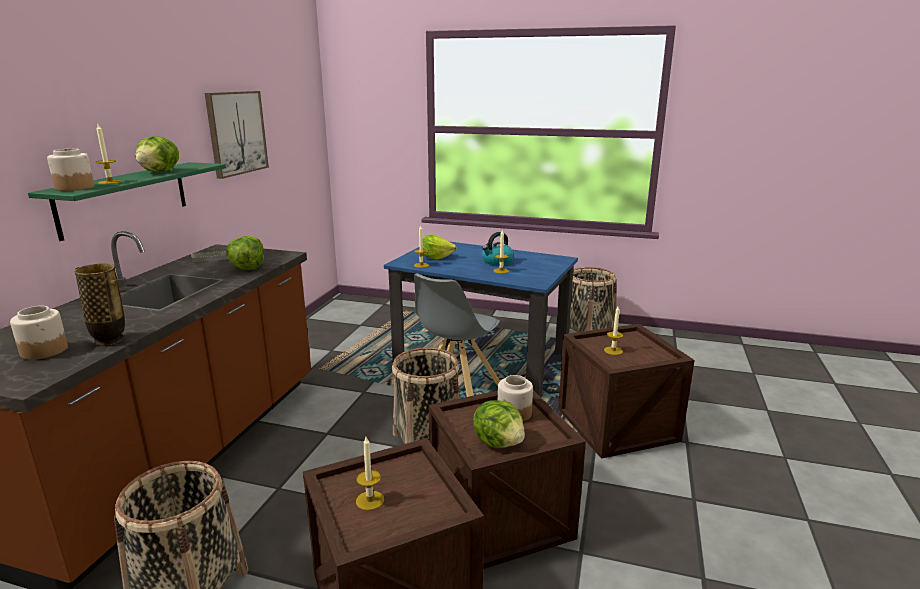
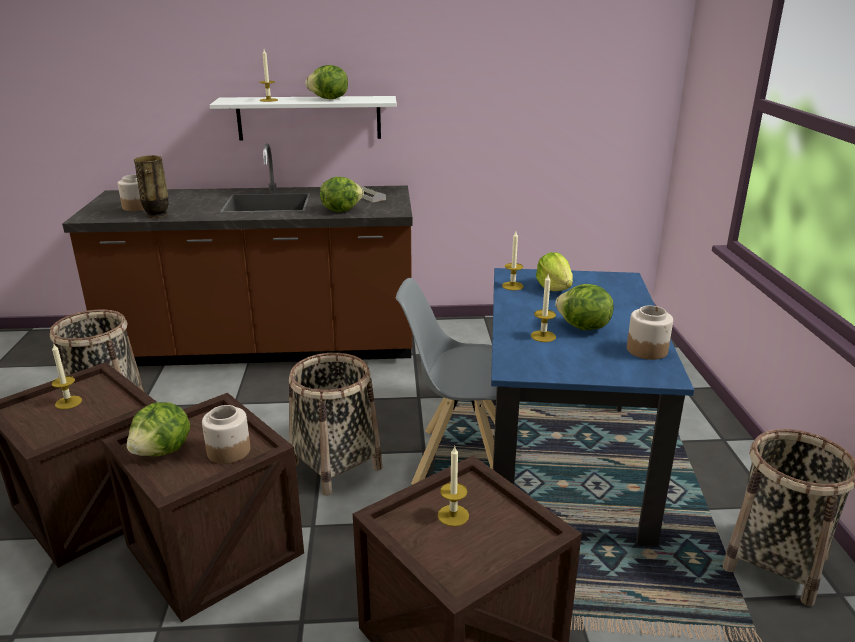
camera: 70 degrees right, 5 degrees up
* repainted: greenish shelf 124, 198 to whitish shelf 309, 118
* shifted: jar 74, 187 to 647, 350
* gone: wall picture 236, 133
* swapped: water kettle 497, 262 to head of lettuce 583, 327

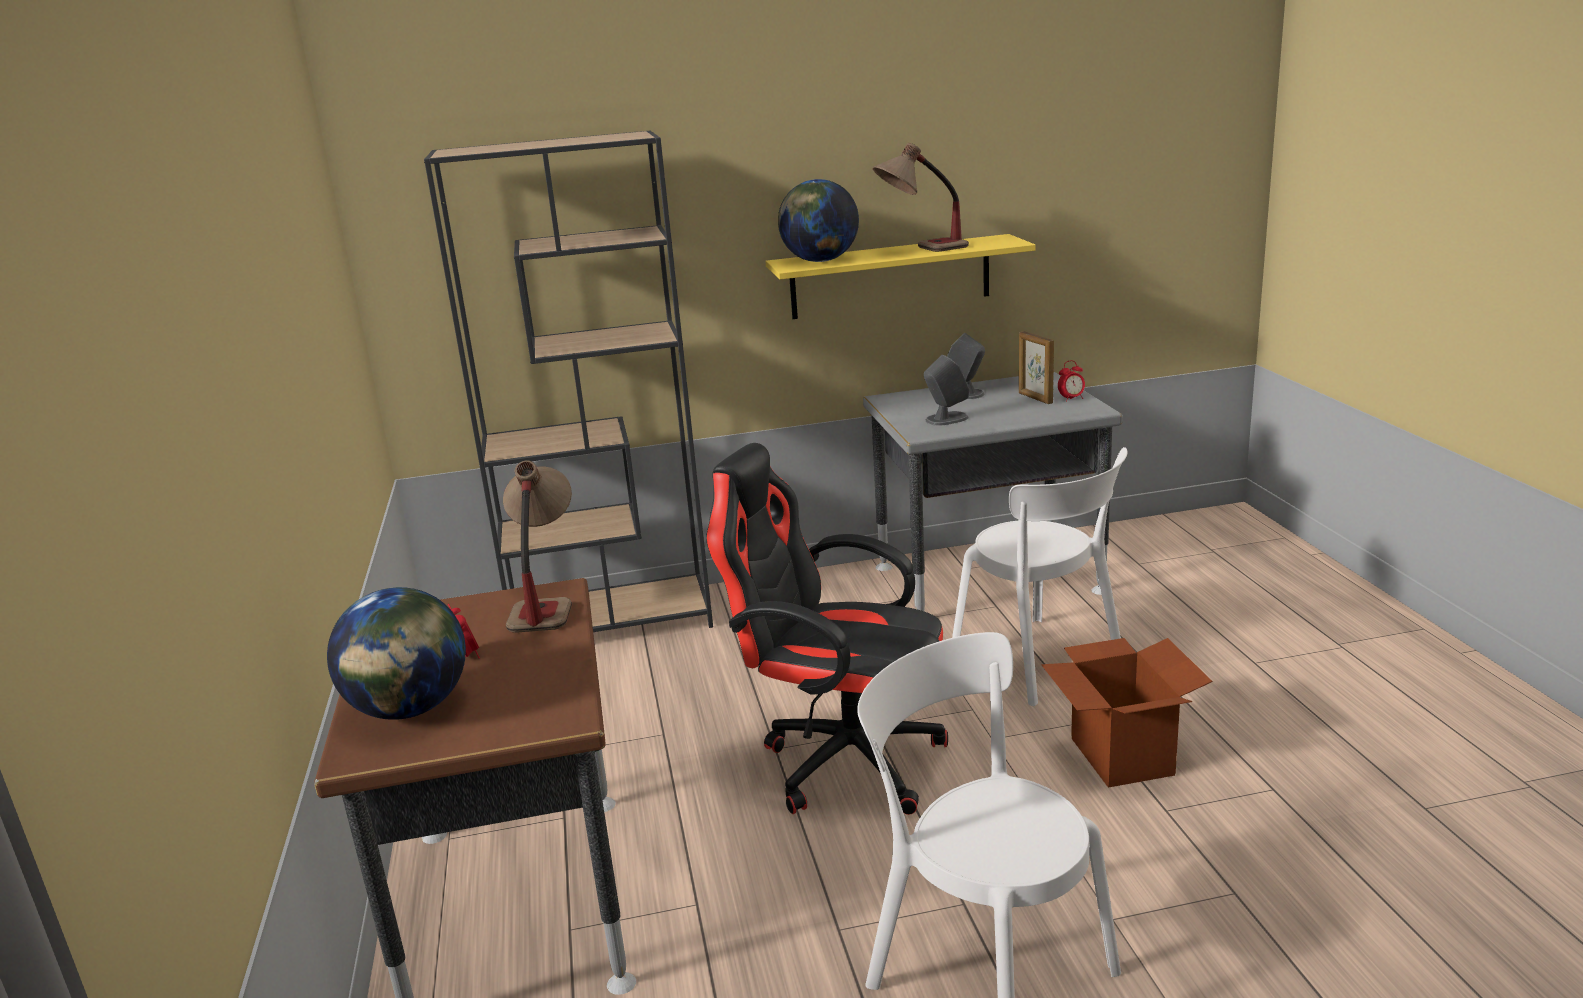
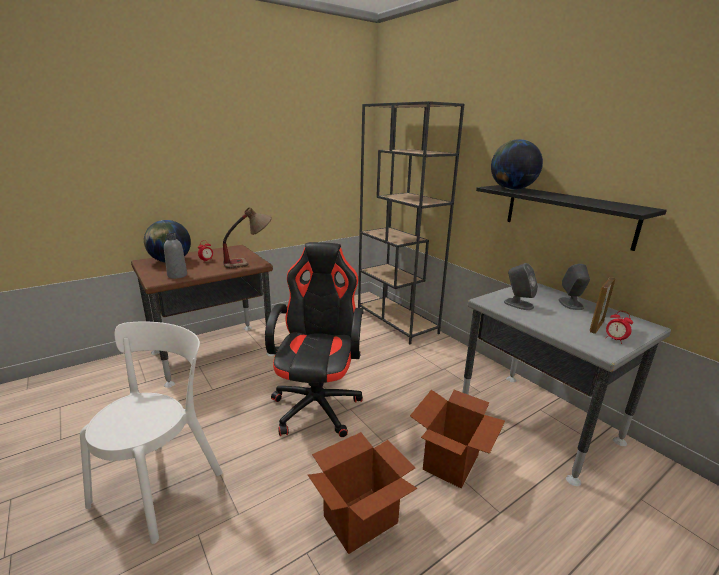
camera: 65 degrees right, 0 degrees up
* repainted: yellow shelf 890, 277 to blackish shelf 567, 215
* gone: lamp for a table 921, 250
* swapped: whitish plain chair 1041, 662 to packing box 451, 462
* new: greyish beverage bottle 177, 275

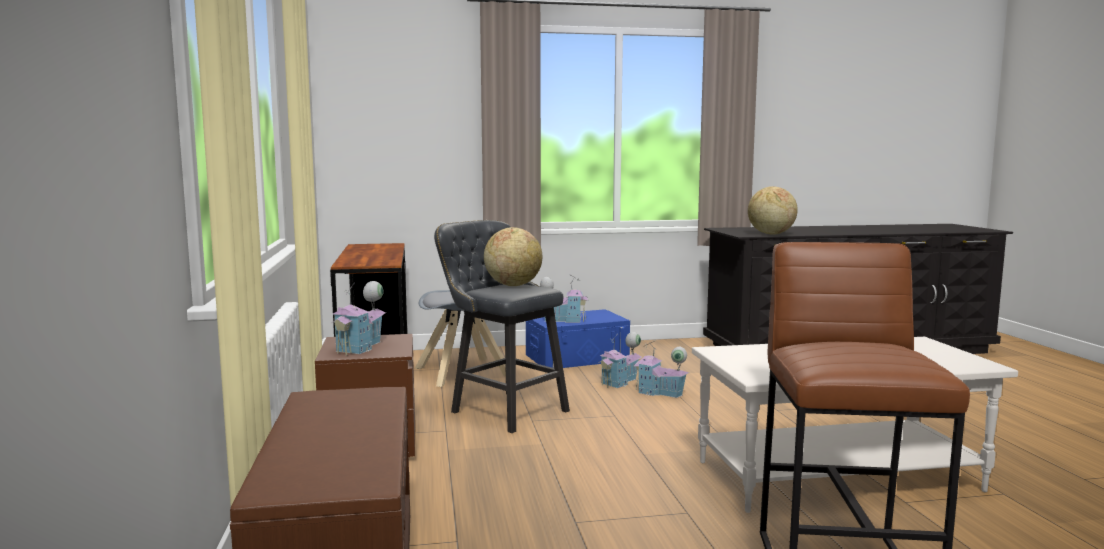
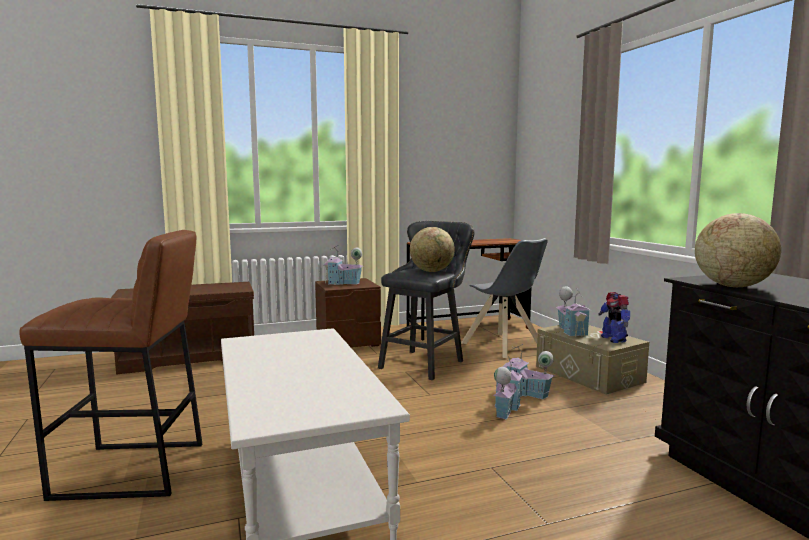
camera: 80 degrees right, 0 degrees up
* repainted: blue-coloured storage box 577, 357 to sand-coloured storage box 589, 374
* new: model robot 614, 339

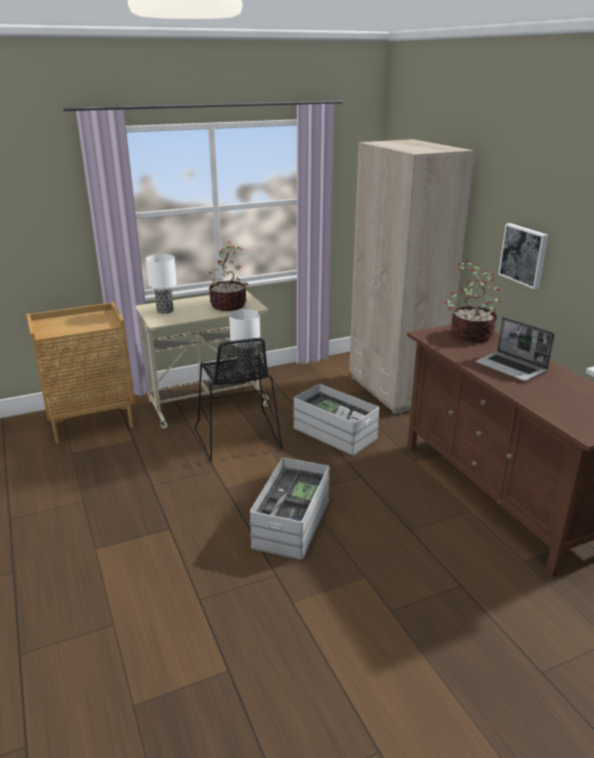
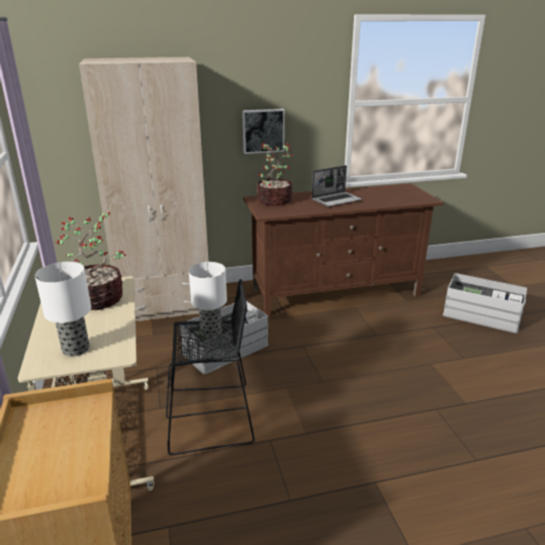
camera: 80 degrees left, 0 degrees up
* shifted: greyish storage box 292, 523 to 481, 315

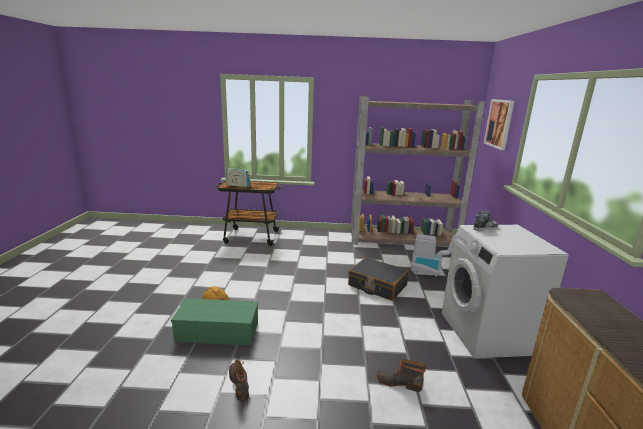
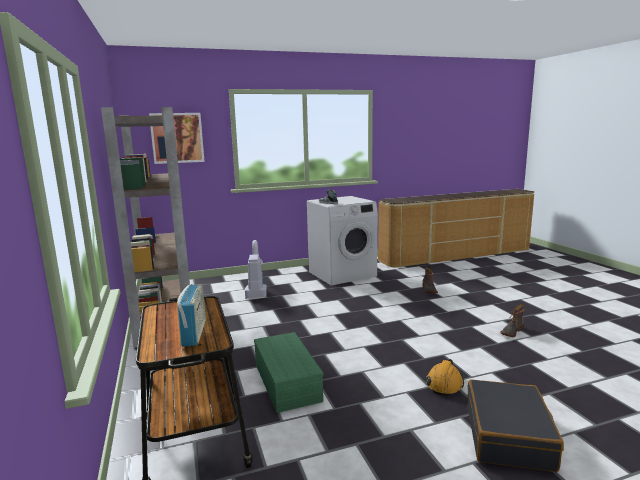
camera: 110 degrees left, 5 degrees down
* shifted: greenish storage box 219, 331 to 285, 381
* shifted: blackish suitcase 377, 285 to 508, 436

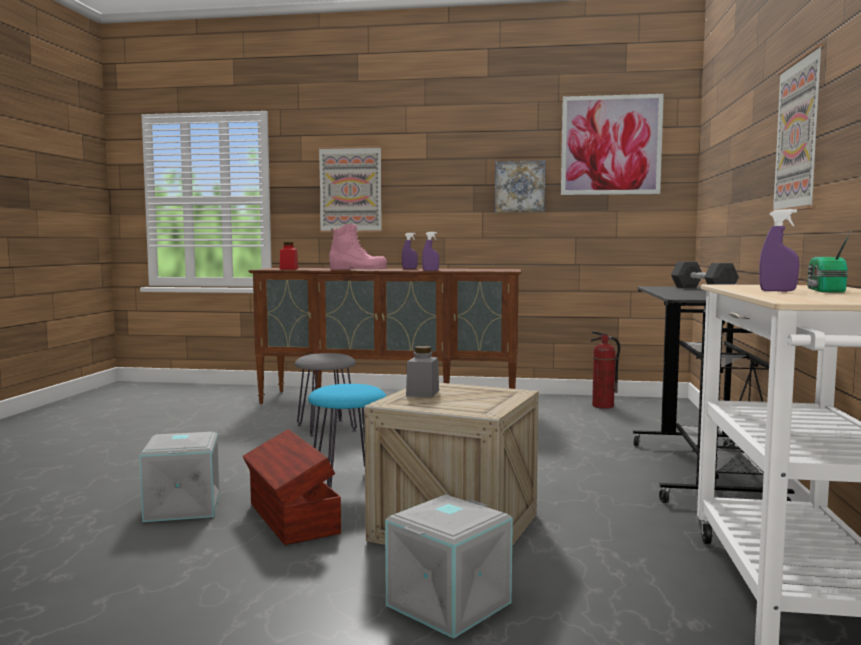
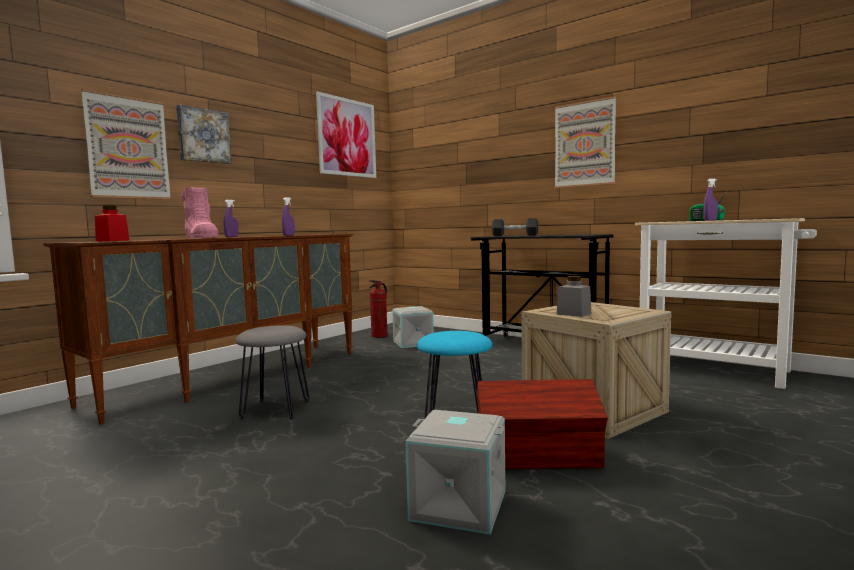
camera: 60 degrees left, 0 degrees up
* rotated: pink-coloured high-top boot 358, 269 = 201, 238 105 degrees clockwise
* shifted: greyish storage box 449, 605 to 414, 343
* shifted: wall picture 520, 187 to 203, 136

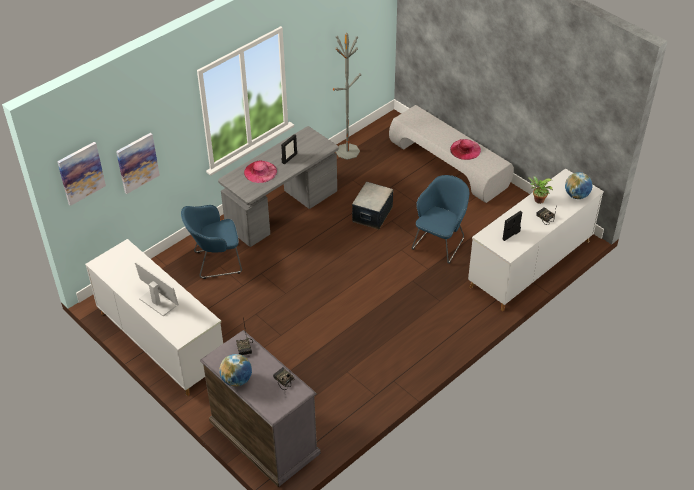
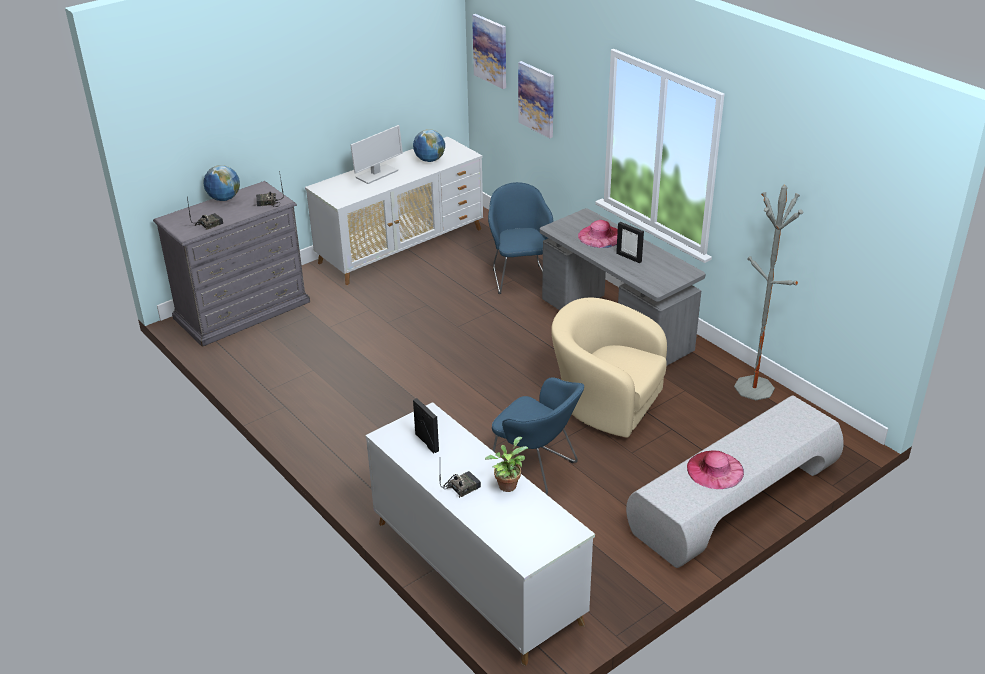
camera: 95 degrees right, 10 degrees down
* swapped: storage box 372, 214 to sand-coloured easy chair 605, 405
* shifted: globe 576, 195 to 429, 160

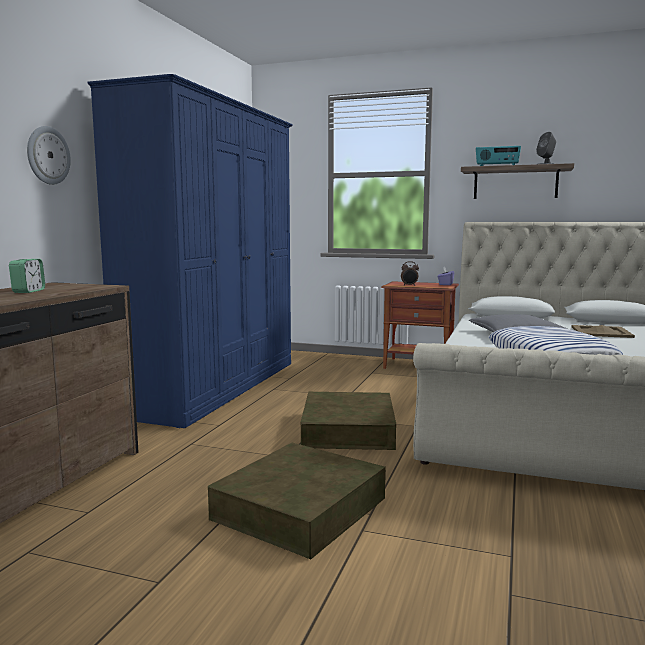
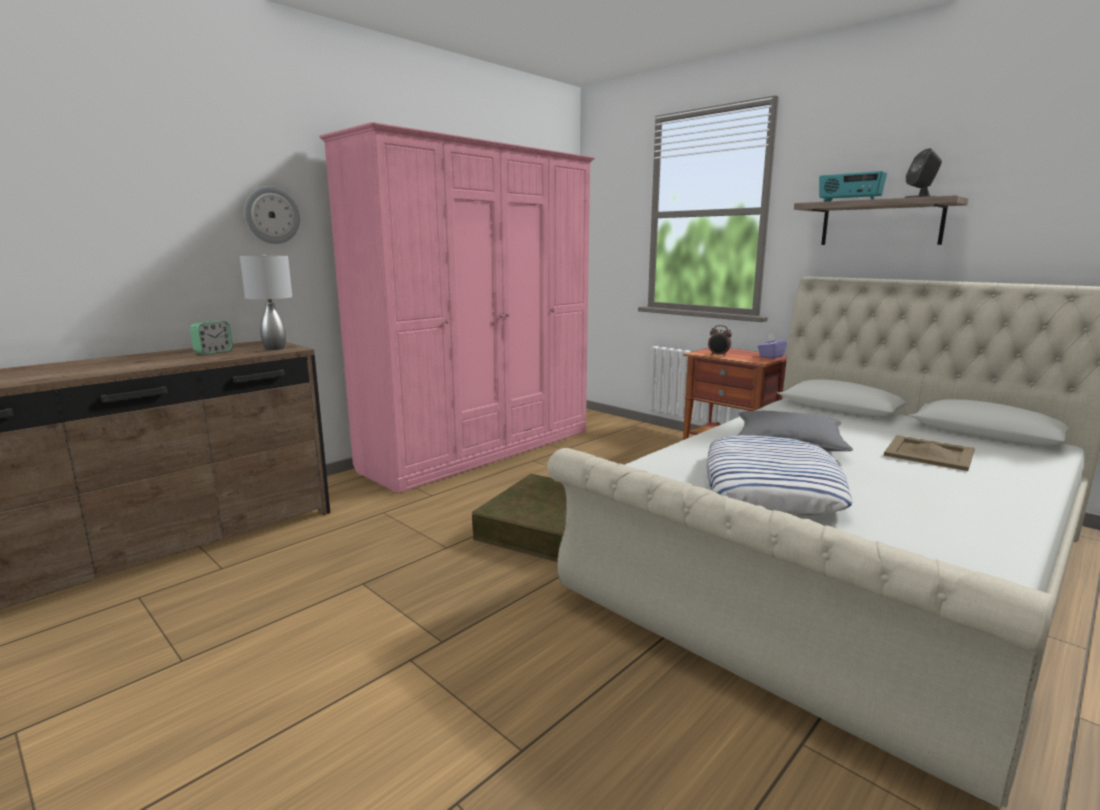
camera: 25 degrees right, 5 degrees up
* repainted: blue-coloured armoire 217, 387 to pink-coloured armoire 482, 449
* gone: brown-coloured storage box 300, 508
* new: greyish lamp for a table 274, 348

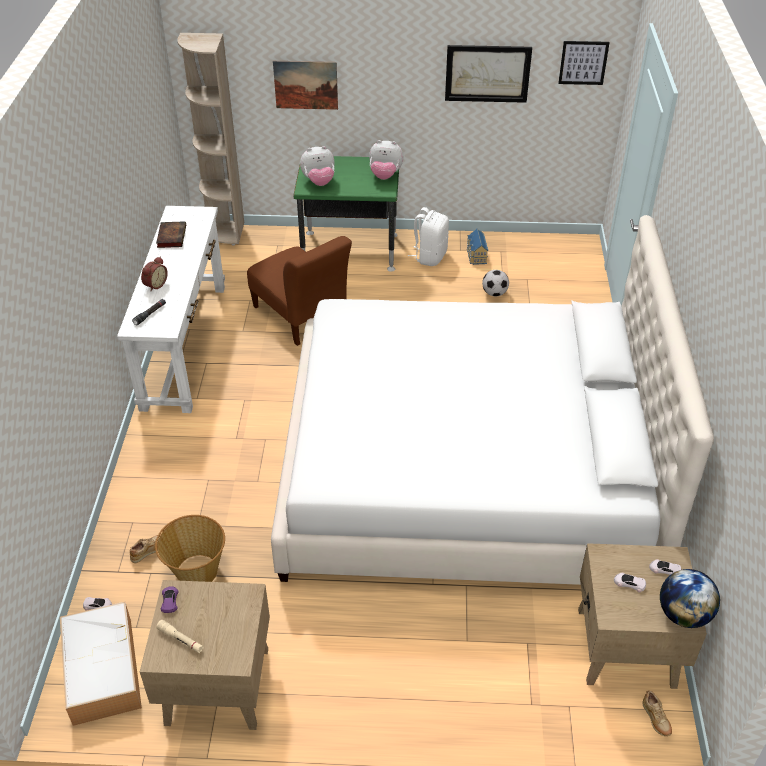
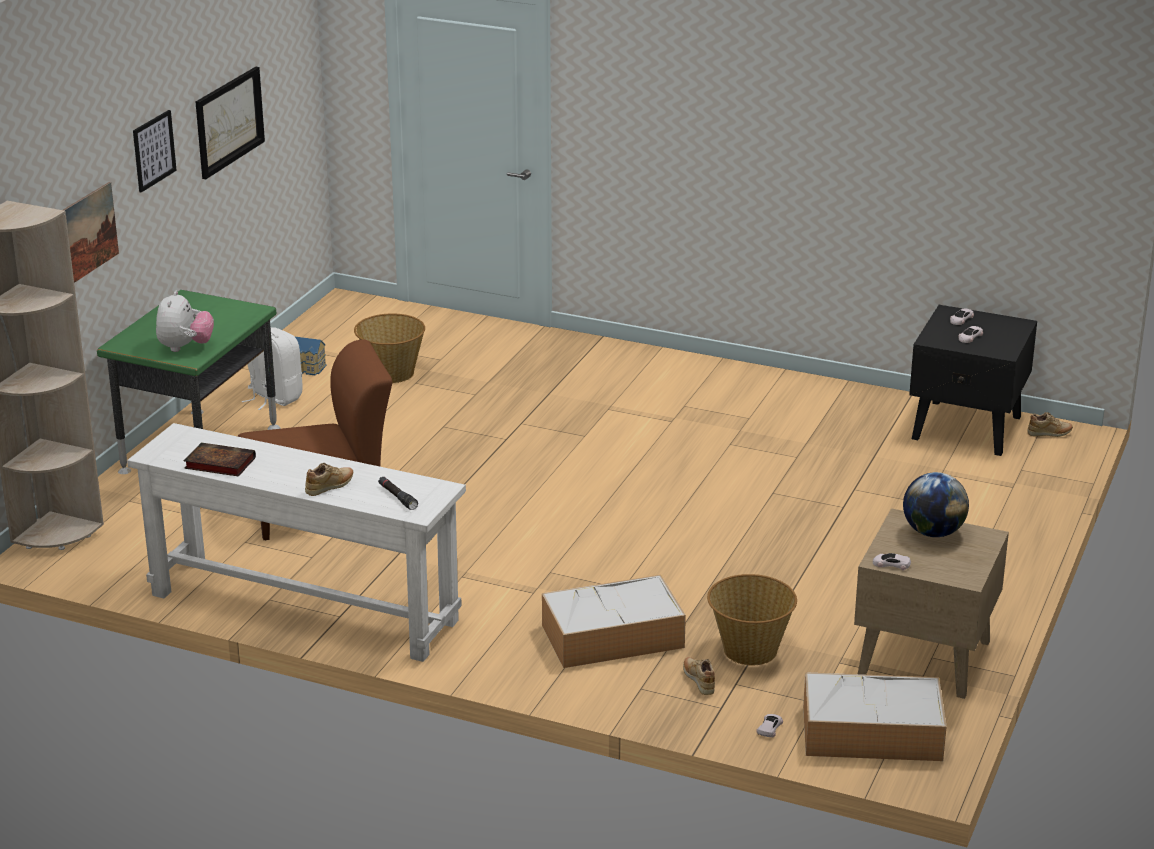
camera: 70 degrees left, 15 degrees down
* swapped: bedside clock 155, 285 to sand-coloured shoe 330, 487
* gone: sand-coloured torch 180, 639
* repainted: purple model car 170, 601 to whitish model car 891, 564
* gone: whitish sleeping bed 467, 468
* gone: soft toy 385, 176
* swapped: ball for football 494, 293 to basket 391, 373
* shifted: wall picture 583, 62 to 154, 150
* repainted: sand-coloured night table 626, 648 to blackish night table 968, 428
* shifted: globe 683, 614 to 933, 532
* new: storage box 611, 637

